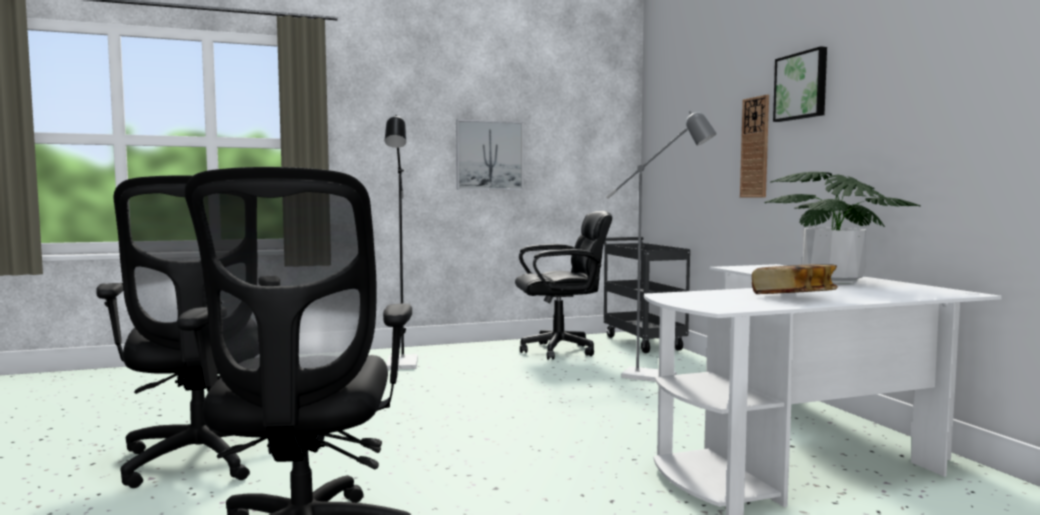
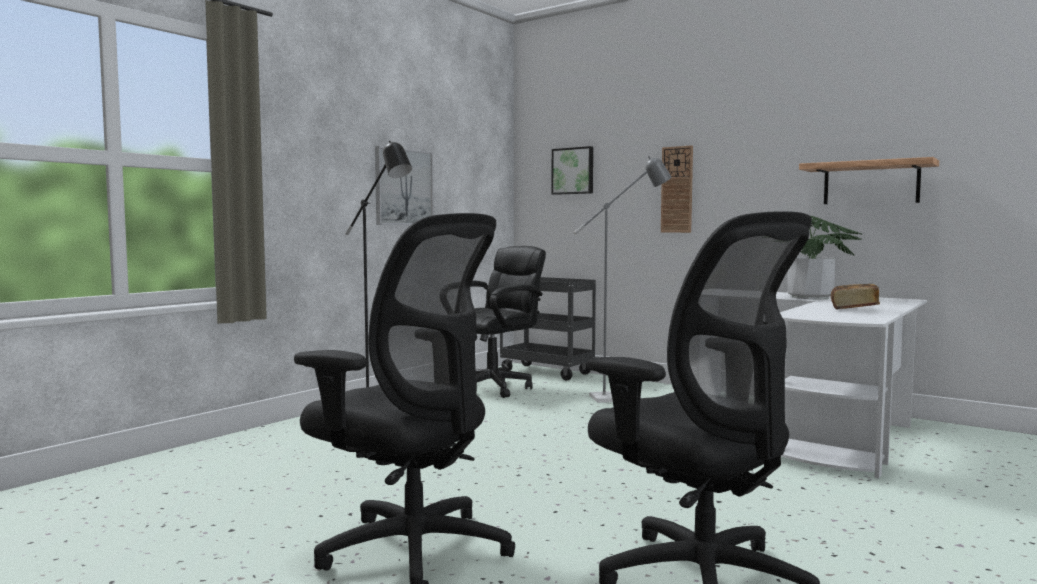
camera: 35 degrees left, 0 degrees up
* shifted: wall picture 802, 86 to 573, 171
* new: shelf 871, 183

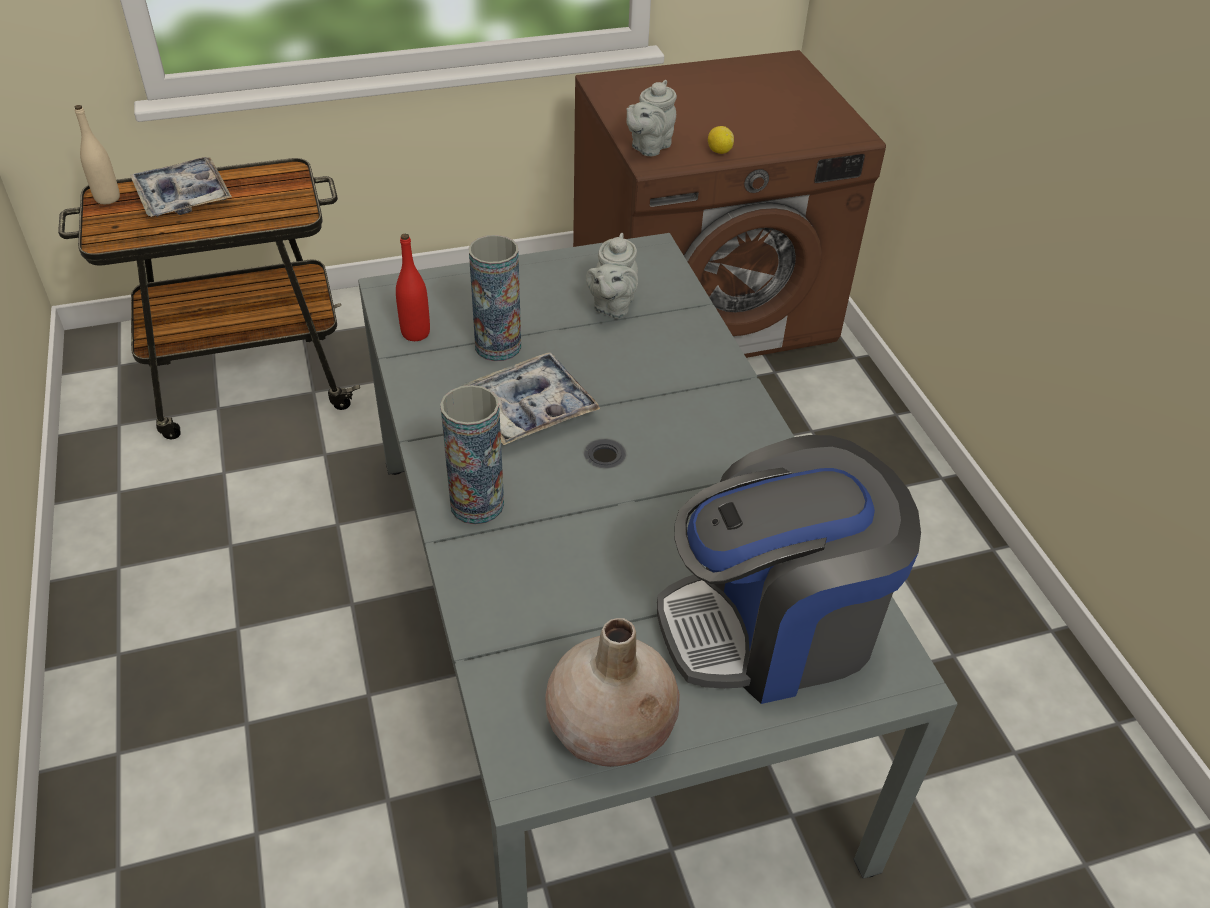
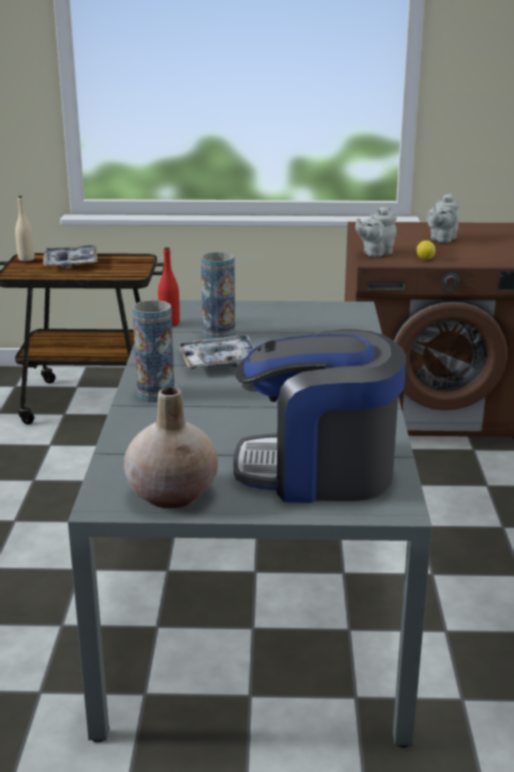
camera: 20 degrees right, 20 degrees down
* shifted: greyish tea pot 612, 306 to 442, 239

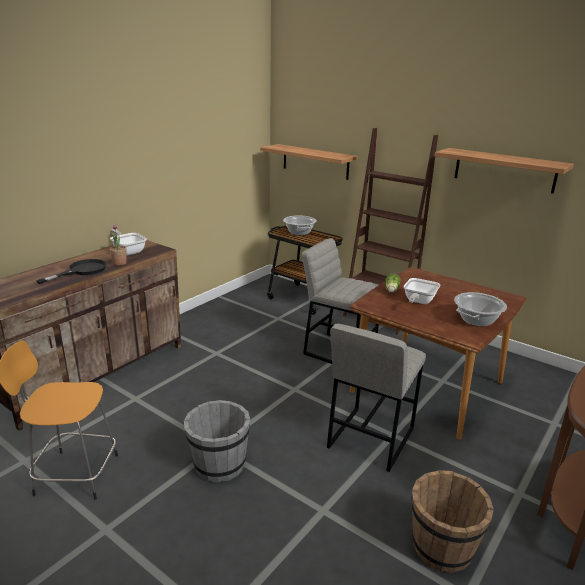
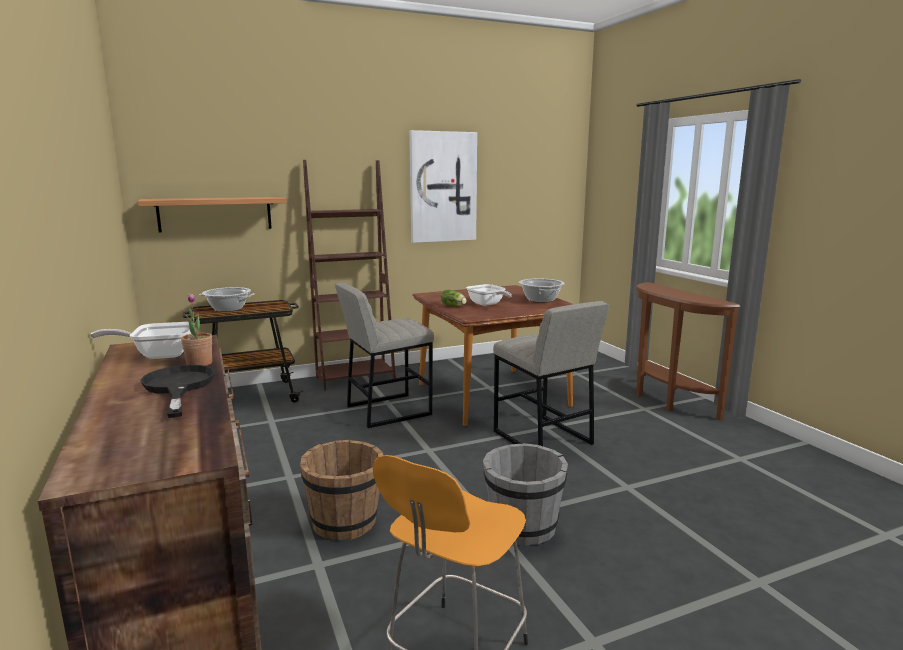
camera: 60 degrees left, 10 degrees down
* shifted: brown-coloured pail 442, 548 to 345, 522
* swapped: shelf 504, 170 to wall picture 443, 187

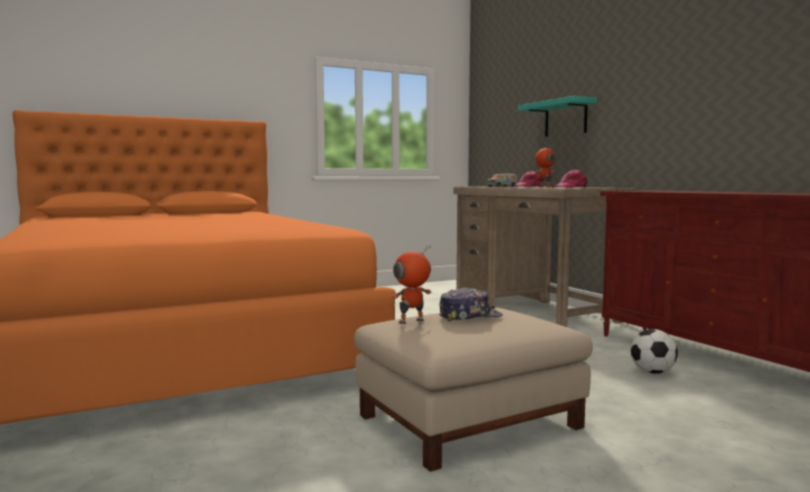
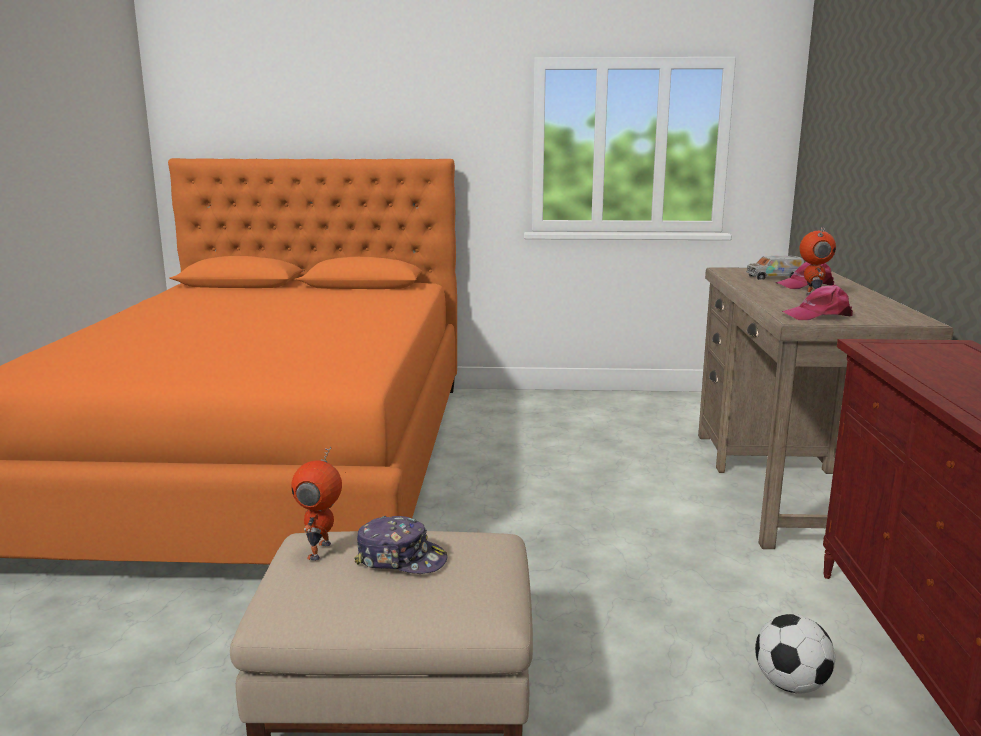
camera: 30 degrees right, 10 degrees up
* rotated: model robot 412, 322 = 321, 551 75 degrees counterclockwise
* gone: turquoise-coloured shelf 565, 118

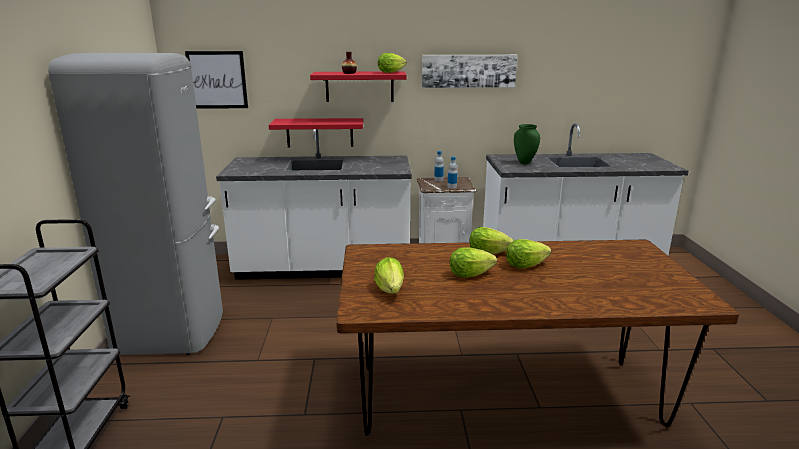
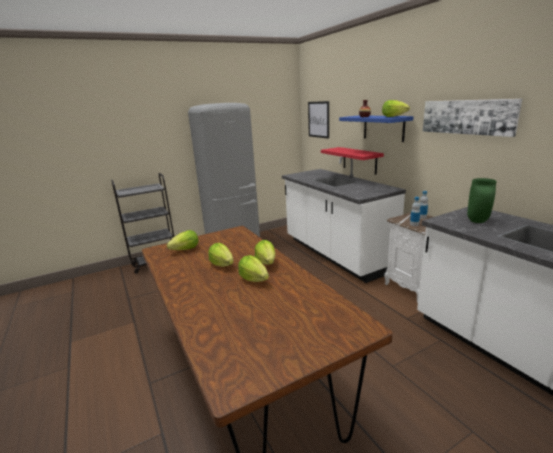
camera: 65 degrees right, 0 degrees up
* repainted: red-coloured shelf 359, 86 to blue-coloured shelf 383, 128

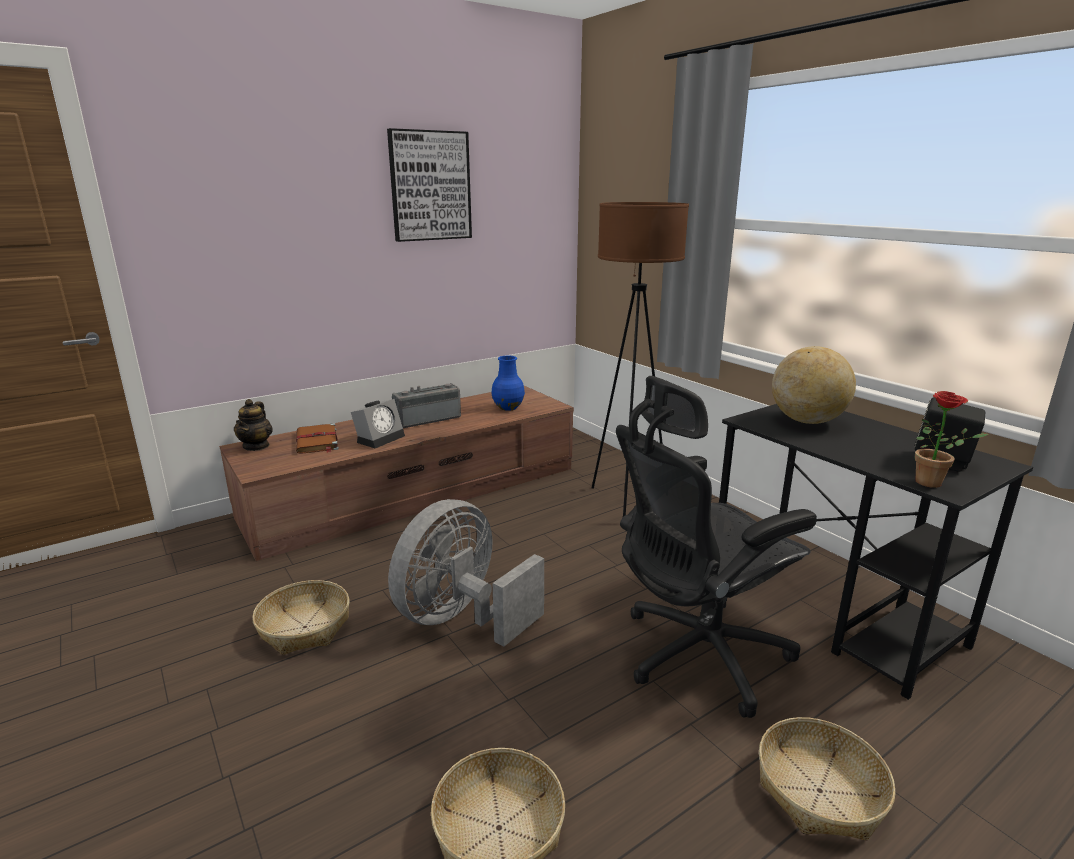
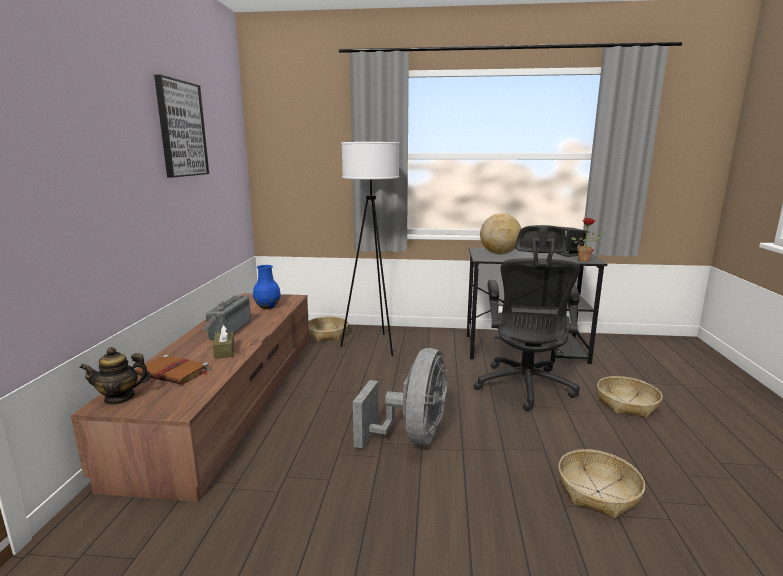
camera: 50 degrees left, 5 degrees down
* rotated: tea pot 256, 446 = 120, 398 120 degrees clockwise
* shifted: basket 304, 627 to 327, 334
* swapped: bedside clock 380, 438 to brown-coloured box of tissues 224, 351
* rotated: greyish cooling fan 462, 618 = 412, 437 150 degrees counterclockwise
* repainted: brown-coloured standing lamp 627, 502 to whitish standing lamp 372, 345

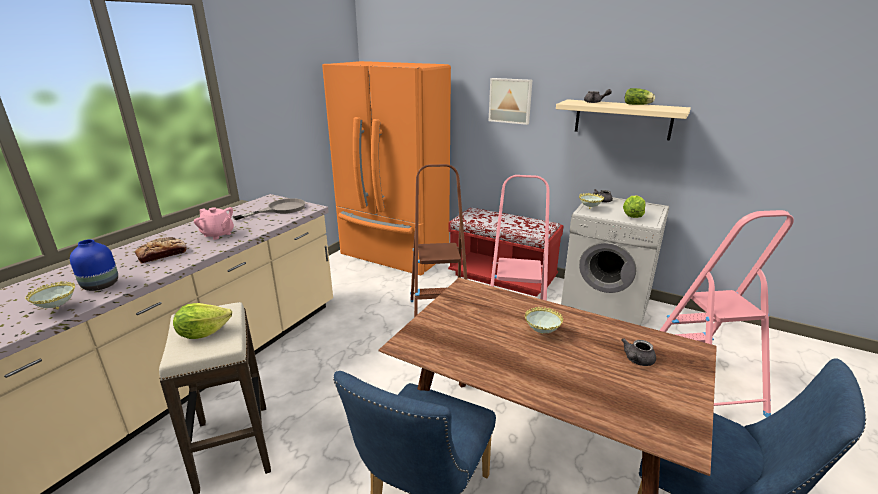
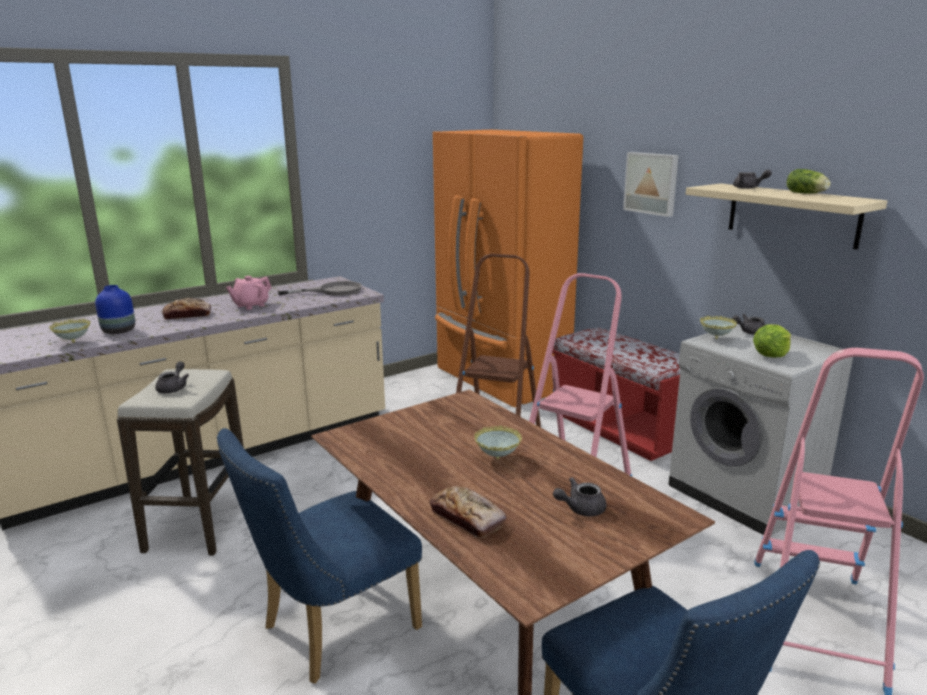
camera: 25 degrees right, 5 degrees down
* swapped: head of lettuce 203, 333 to greyish tea pot 174, 388
* rotated: pink-coloured tea pot 218, 234 = 250, 305 75 degrees clockwise
* new: bakery bread 467, 518

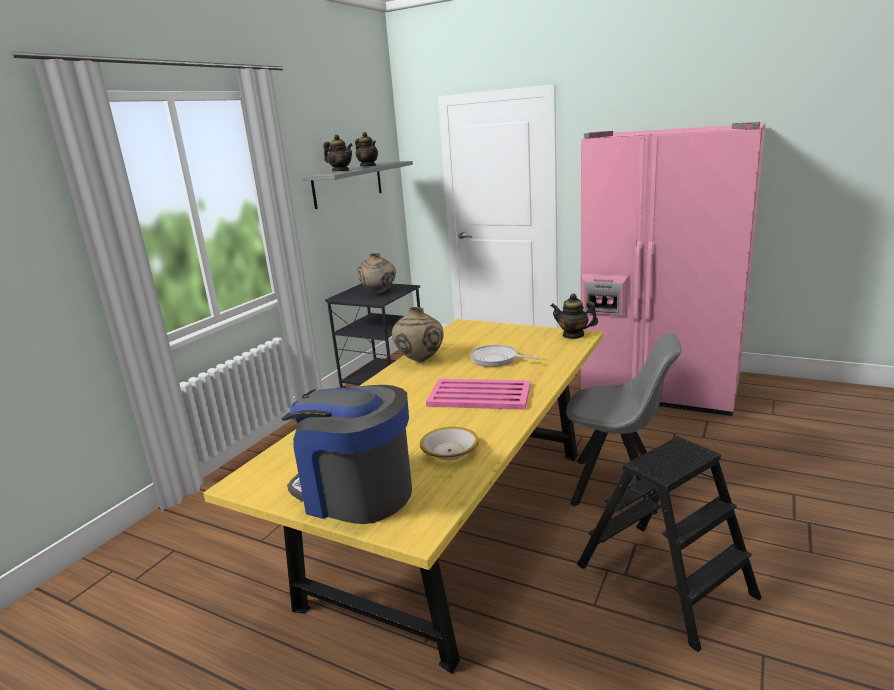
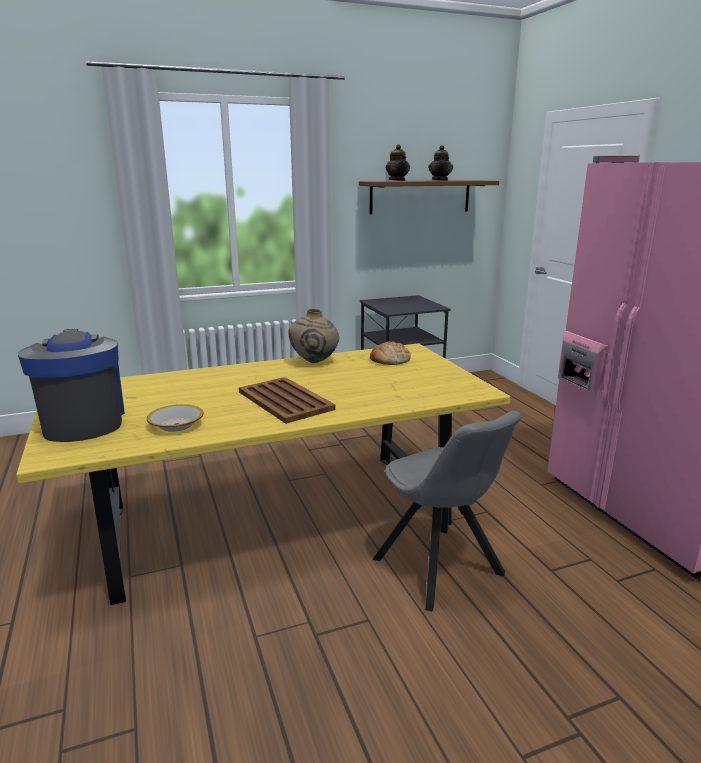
camera: 40 degrees right, 0 degrees up
* repainted: greyish shelf 348, 184 to brown-coloured shelf 420, 196
* gone: sand-coloured decorative vase 379, 293
* repainted: pink-coloured tray 478, 395 to brown-coloured tray 285, 400
* gone: pan 497, 359
* gone: tea pot 573, 335
* gone: blackish step ladder 664, 580
* new: bakery bread 389, 359

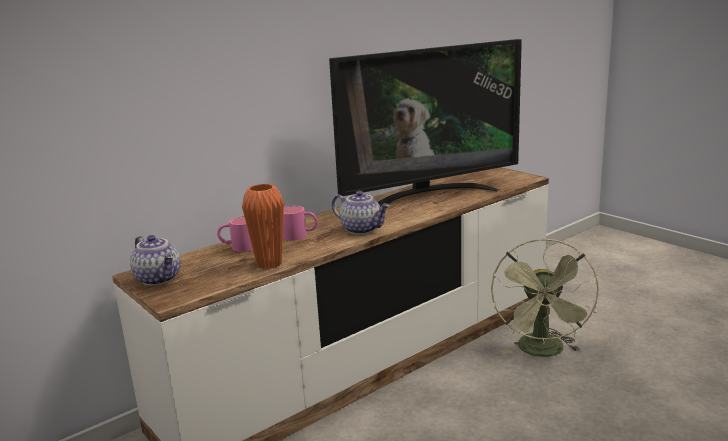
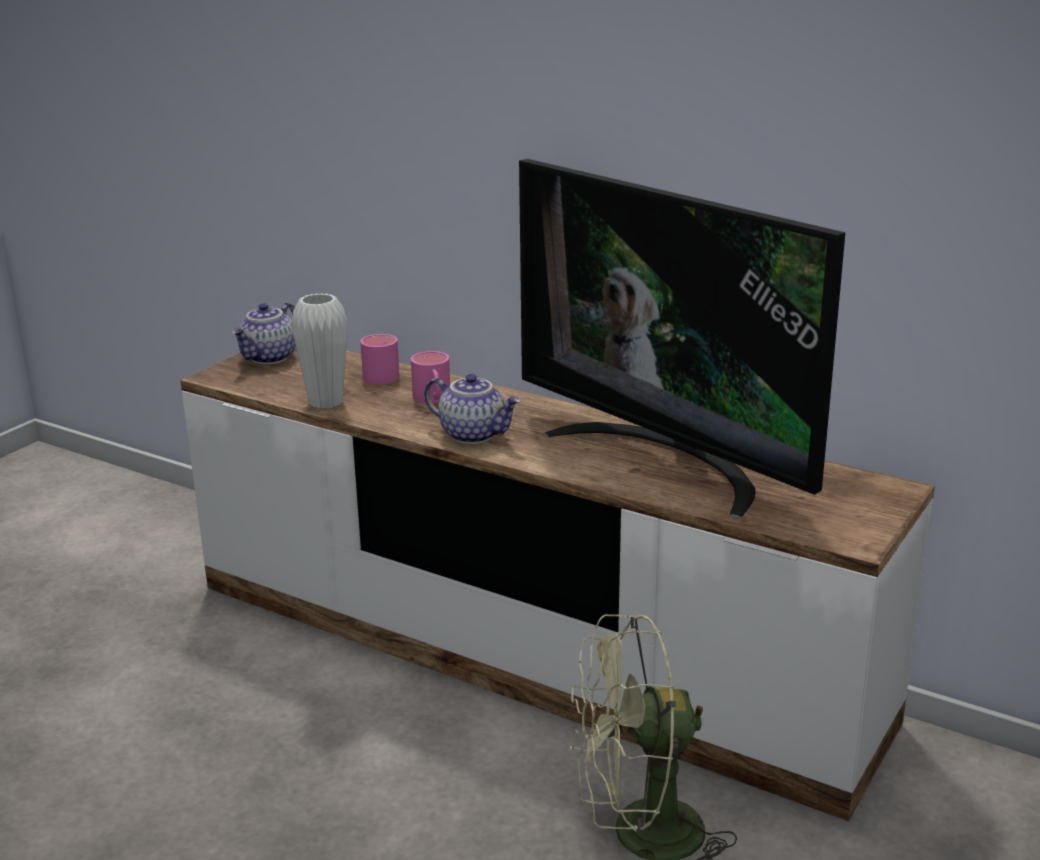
camera: 70 degrees right, 5 degrees up
* repainted: orange-coloured decorative vase 269, 264 to whitish decorative vase 326, 402
* rotated: tea pot 362, 229 = 474, 434 75 degrees counterclockwise

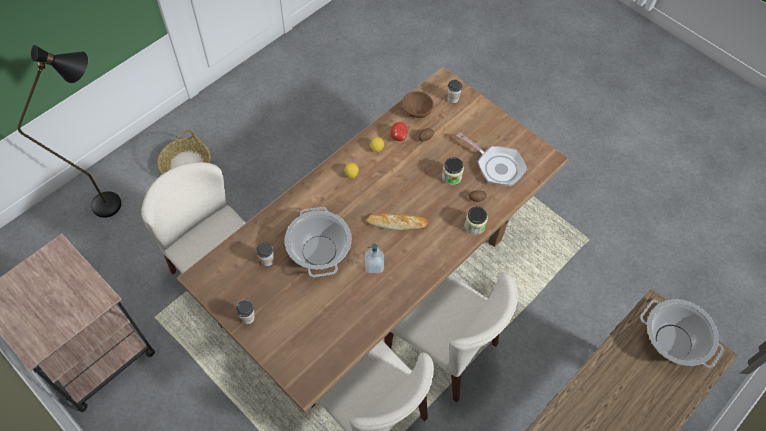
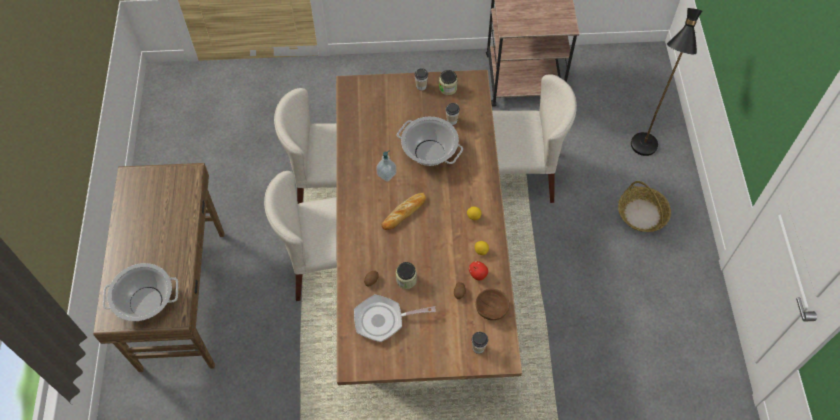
camera: 135 degrees right, 0 degrees up
* shifted: jar 474, 226 to 448, 88

